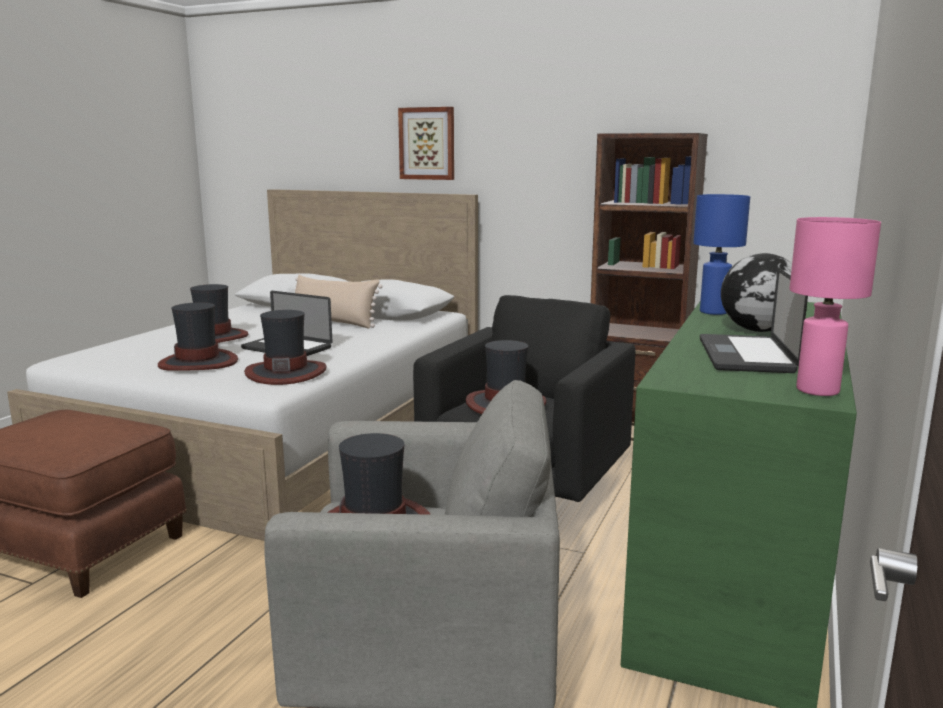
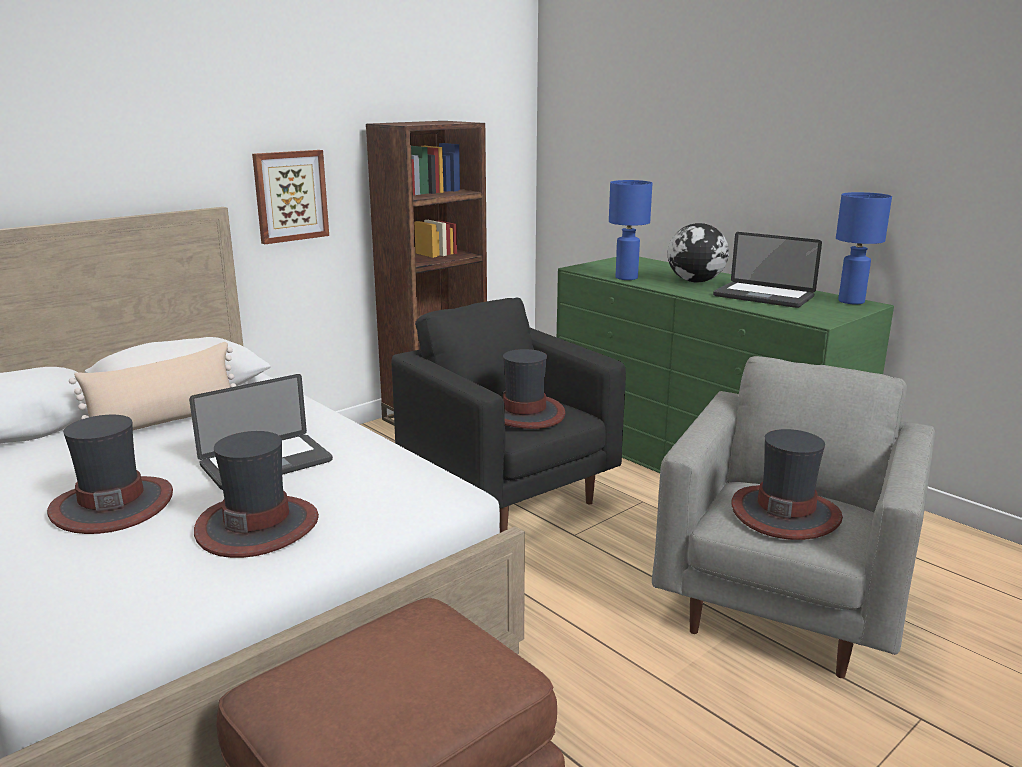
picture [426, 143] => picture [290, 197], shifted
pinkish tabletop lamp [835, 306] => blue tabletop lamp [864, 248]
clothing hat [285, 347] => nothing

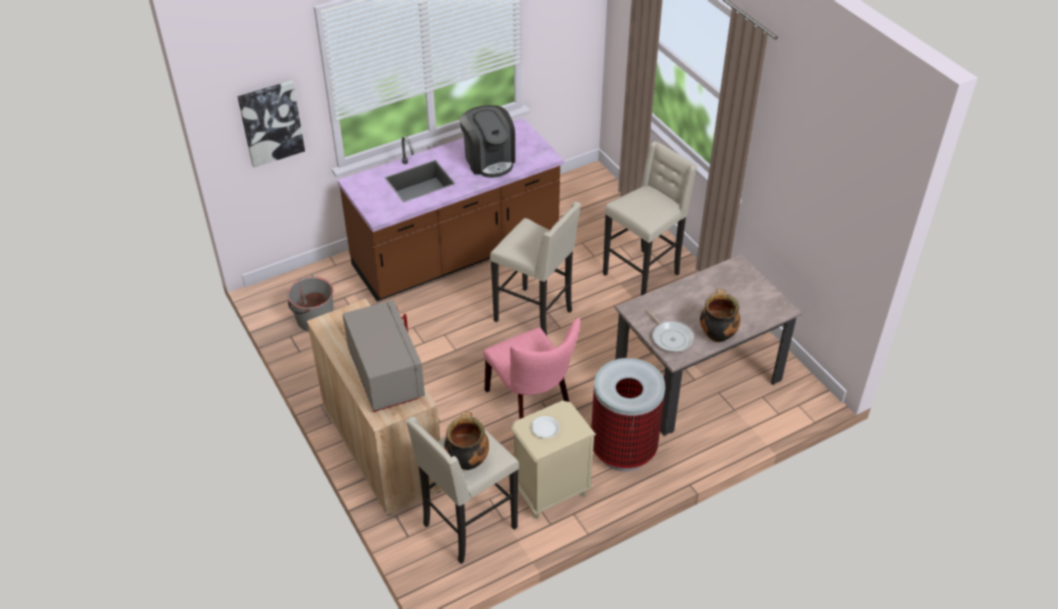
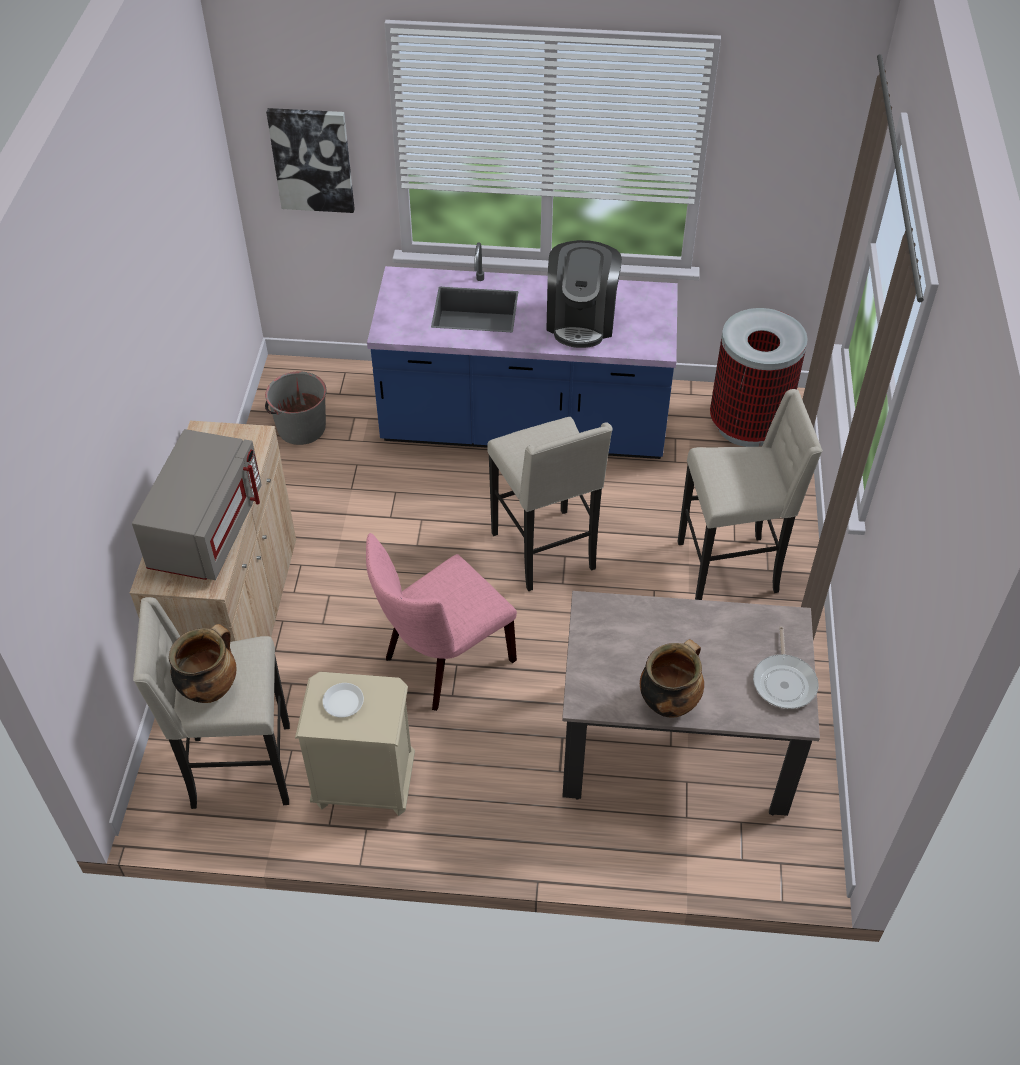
pinkish upright chair [532, 368] => pinkish upright chair [441, 622], 45 degrees clockwise
brown kitchen counter [451, 210] => blue kitchen counter [522, 350]
waste bin [628, 414] => waste bin [759, 377], shifted
pan [670, 331] => pan [786, 667], shifted

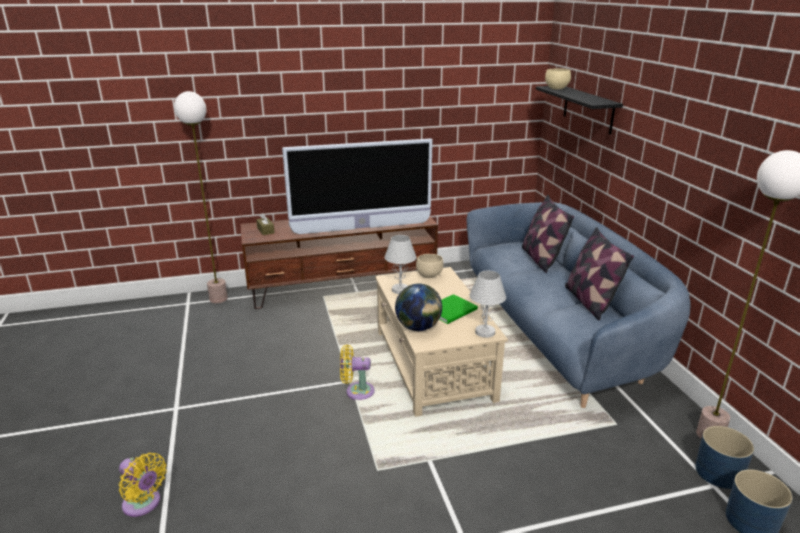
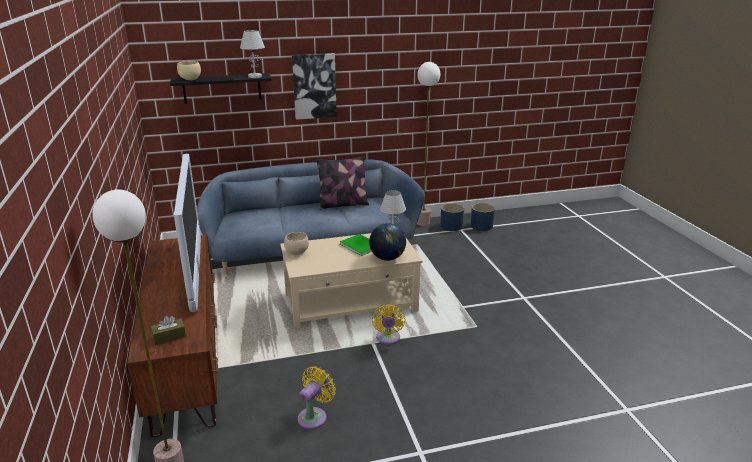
white-coloured tabletop lamp [400, 264] => white-coloured tabletop lamp [252, 54], shifted
nothing => picture [314, 86]
yellow-coloured fan [143, 485] => yellow-coloured fan [316, 398], shifted
throw pillow [548, 234] => nothing

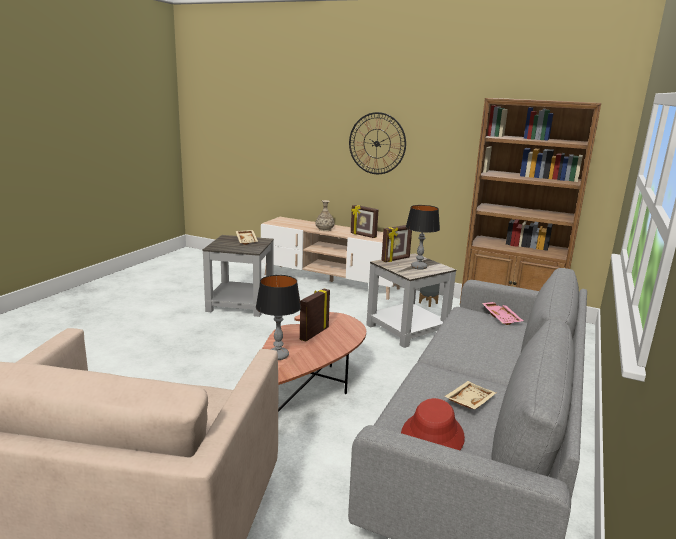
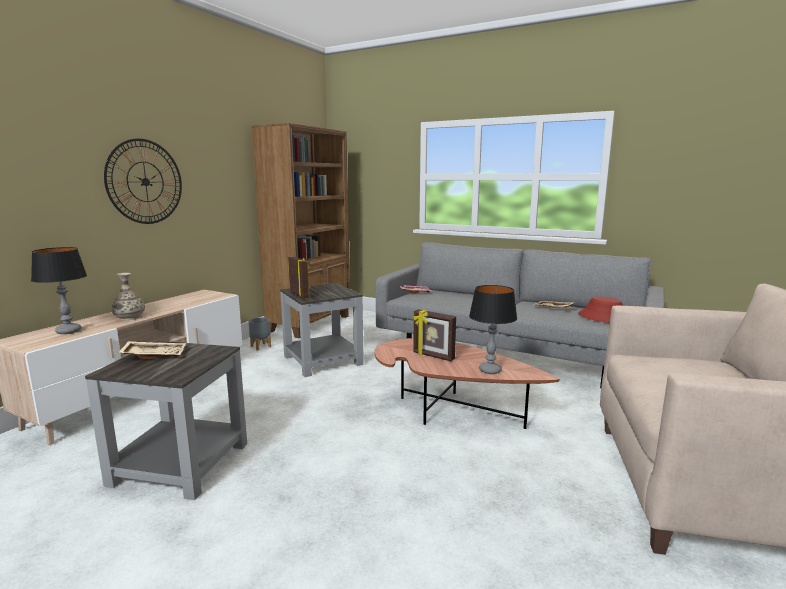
tabletop lamp [423, 237] => tabletop lamp [59, 290], shifted
standing frame [365, 221] => nothing

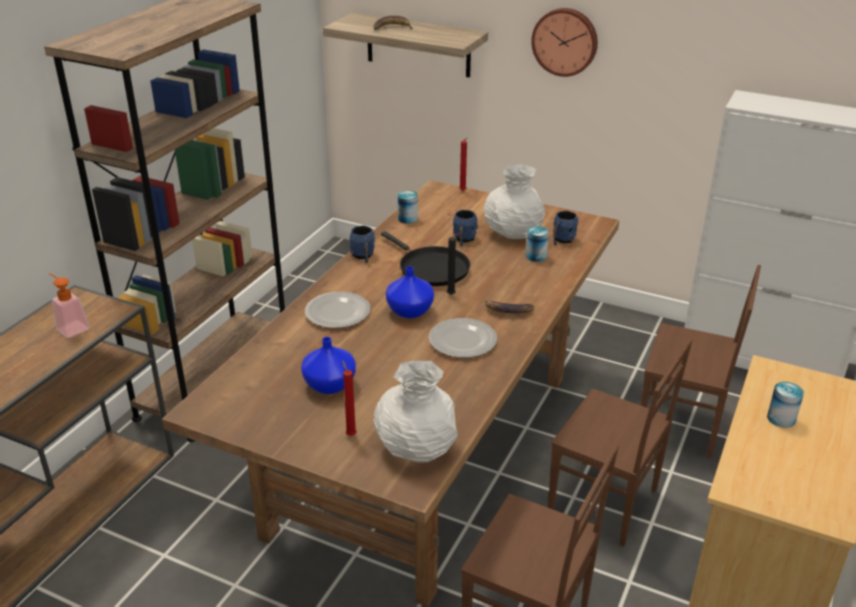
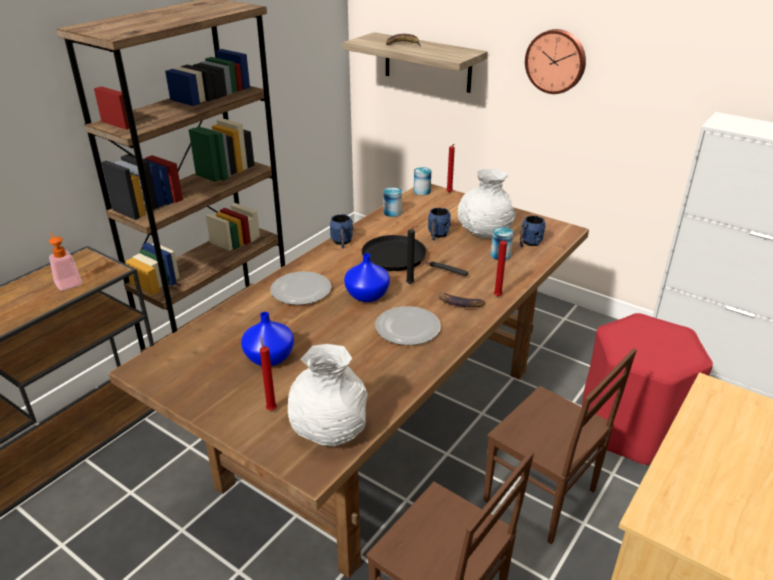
black pan [425, 258] => black pan [415, 255], 150 degrees clockwise
metal can [785, 405] => metal can [422, 181], shifted
nothing => red-coloured candle [500, 267]
brown upright chair [701, 362] => red-coloured stool seat [647, 389]

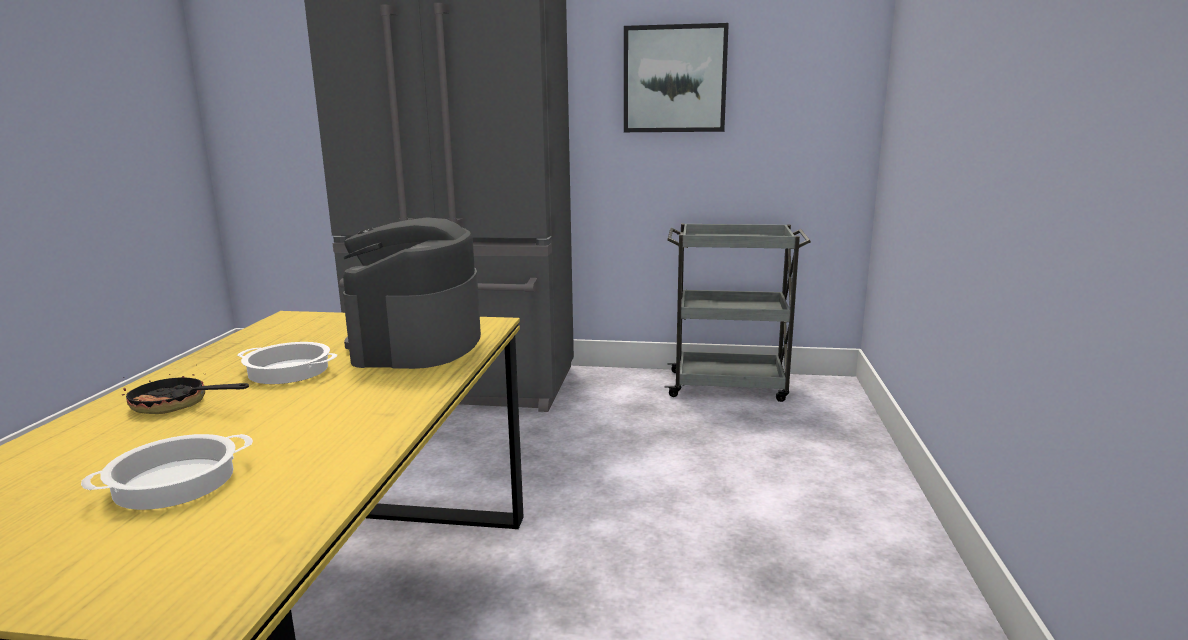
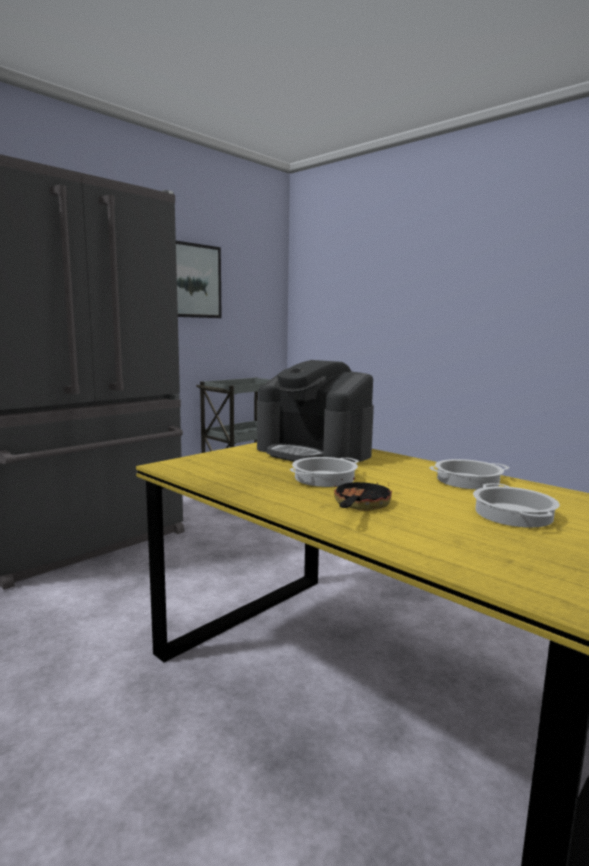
pan [185, 393] => pan [363, 490], 150 degrees clockwise
nothing => saucepot [470, 474]

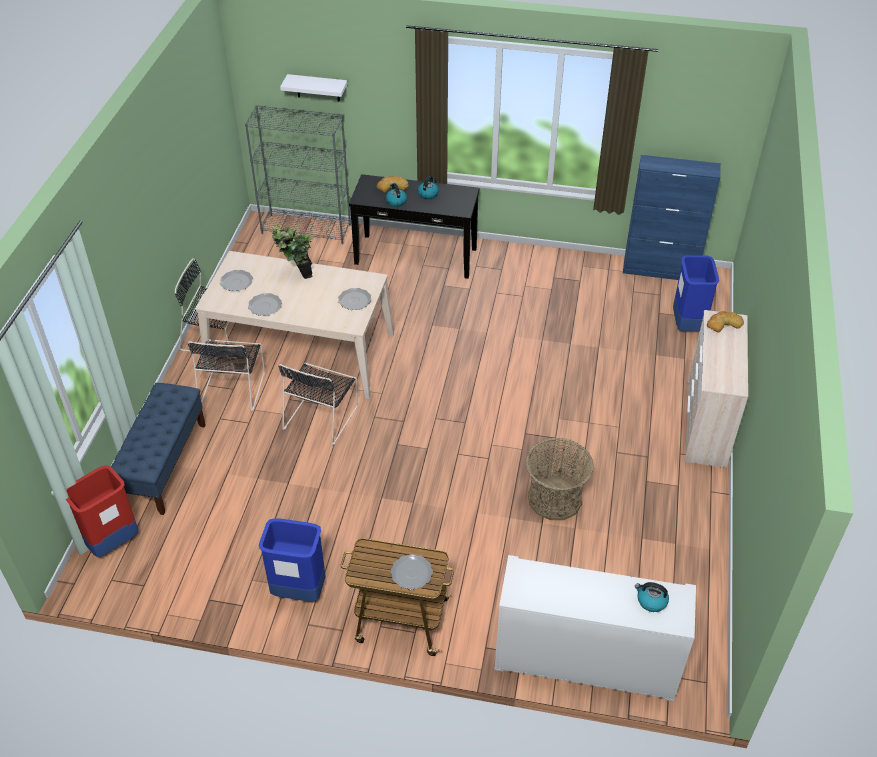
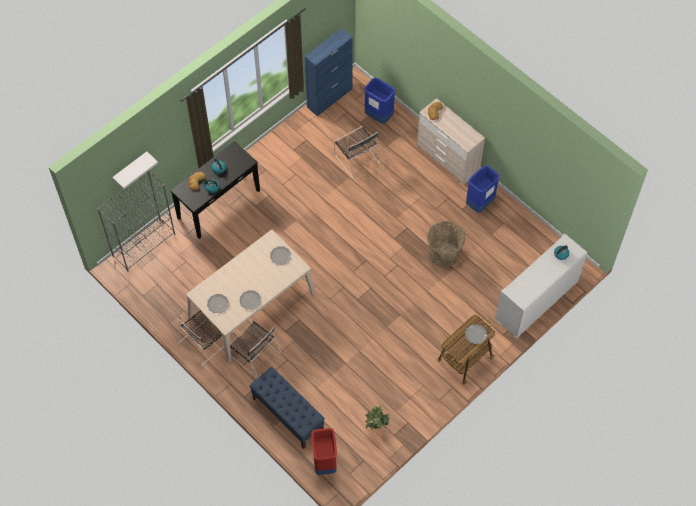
black upright chair [318, 404] => black upright chair [357, 152], shifted
potted plant [293, 251] => potted plant [377, 418], shifted
blue waste bin [292, 559] => blue waste bin [483, 189], shifted

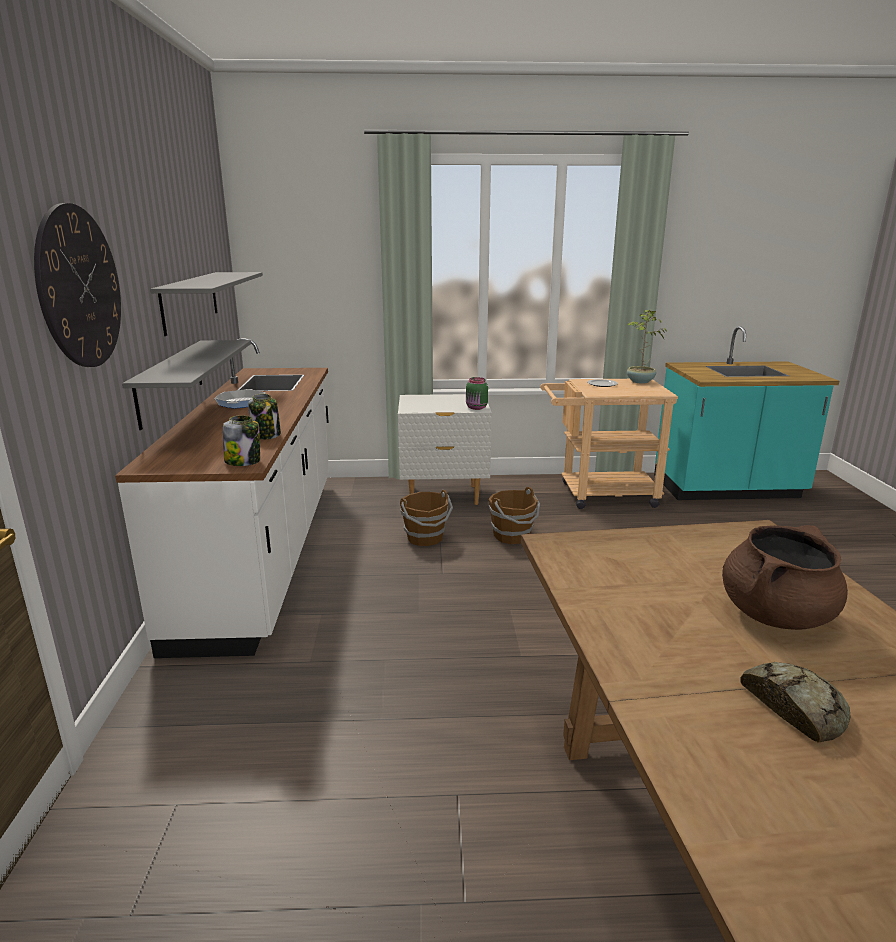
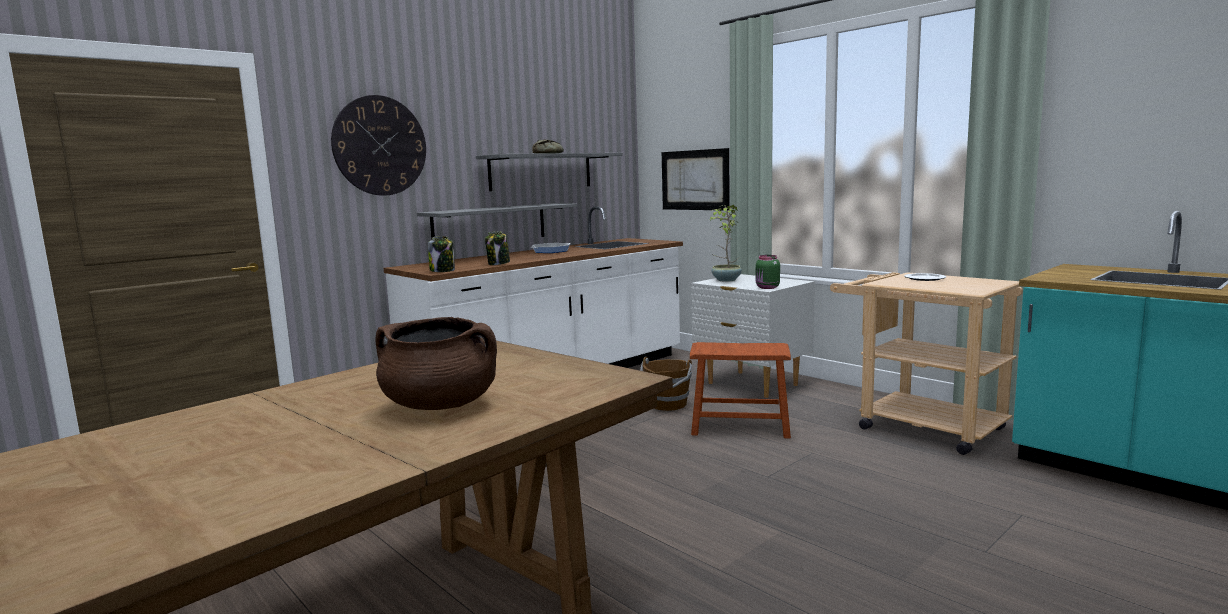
baked bread [795, 702] => baked bread [548, 147], shifted
nothing => picture [696, 179]
brown pail [514, 515] => brown stool seat [740, 390]
potted plant [647, 347] => potted plant [725, 243], shifted

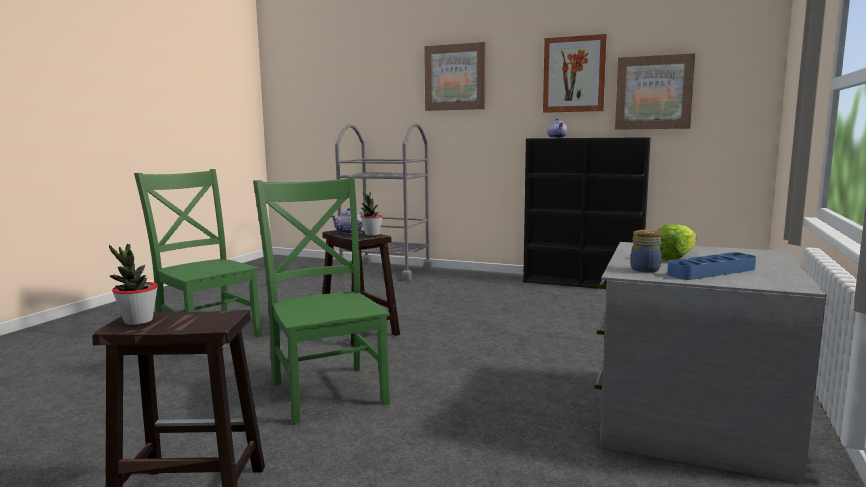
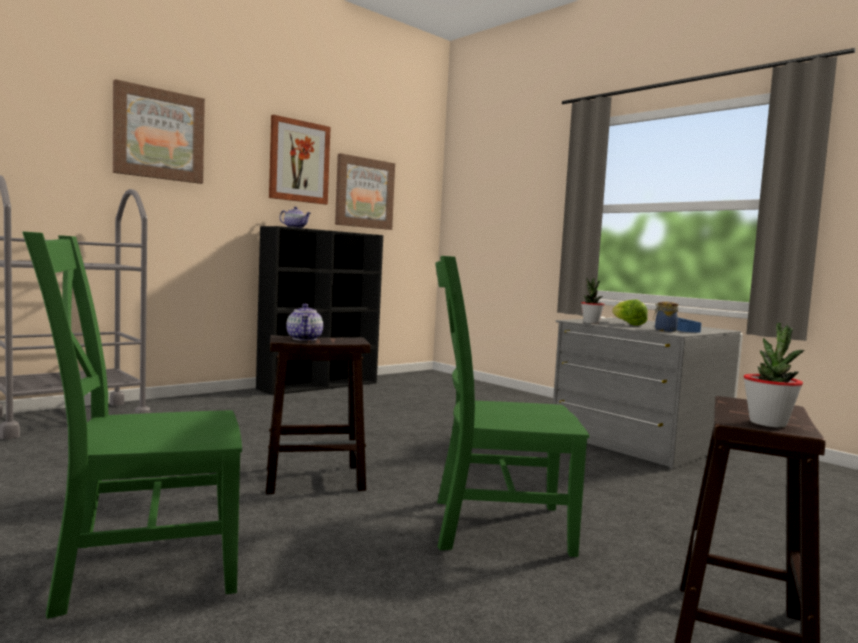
potted plant [372, 214] => potted plant [593, 301], shifted

